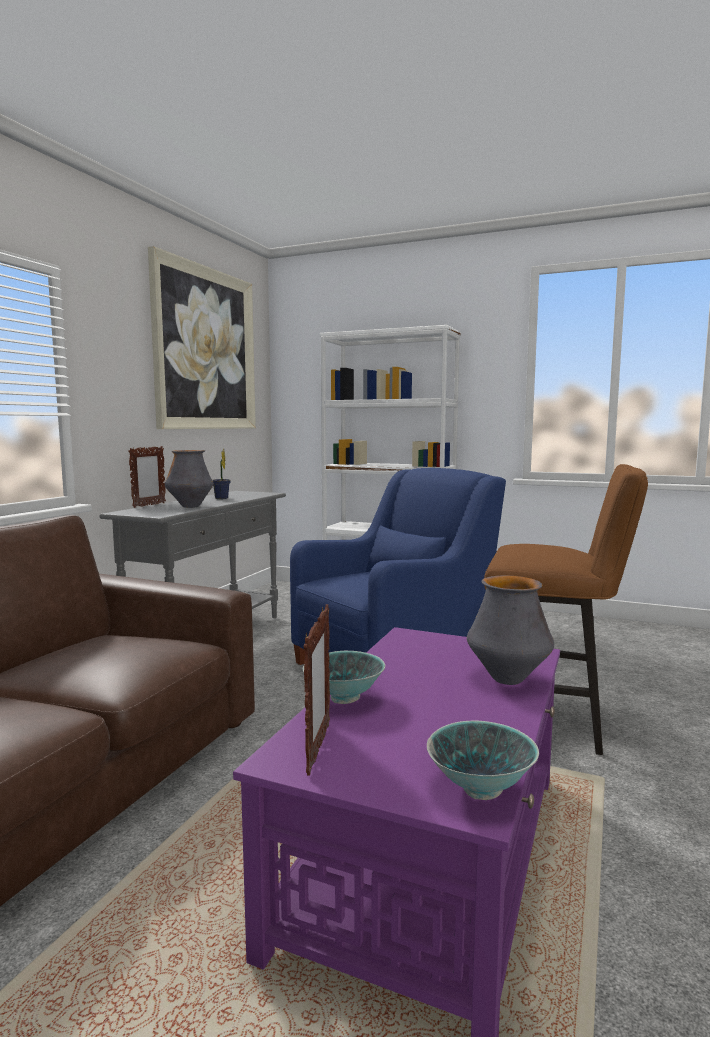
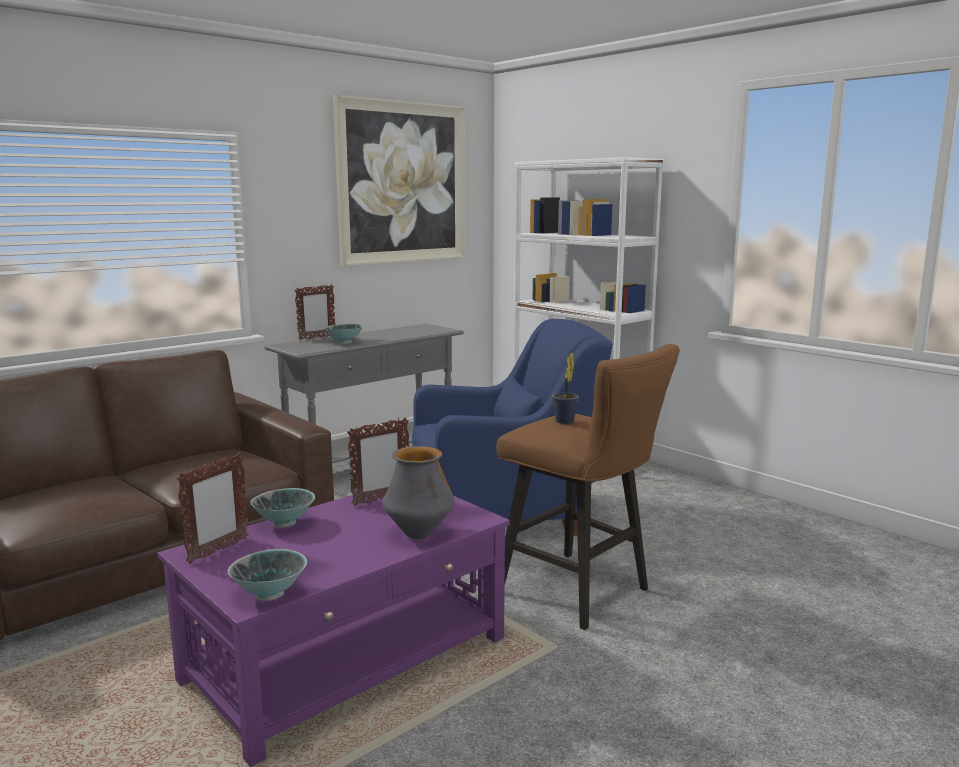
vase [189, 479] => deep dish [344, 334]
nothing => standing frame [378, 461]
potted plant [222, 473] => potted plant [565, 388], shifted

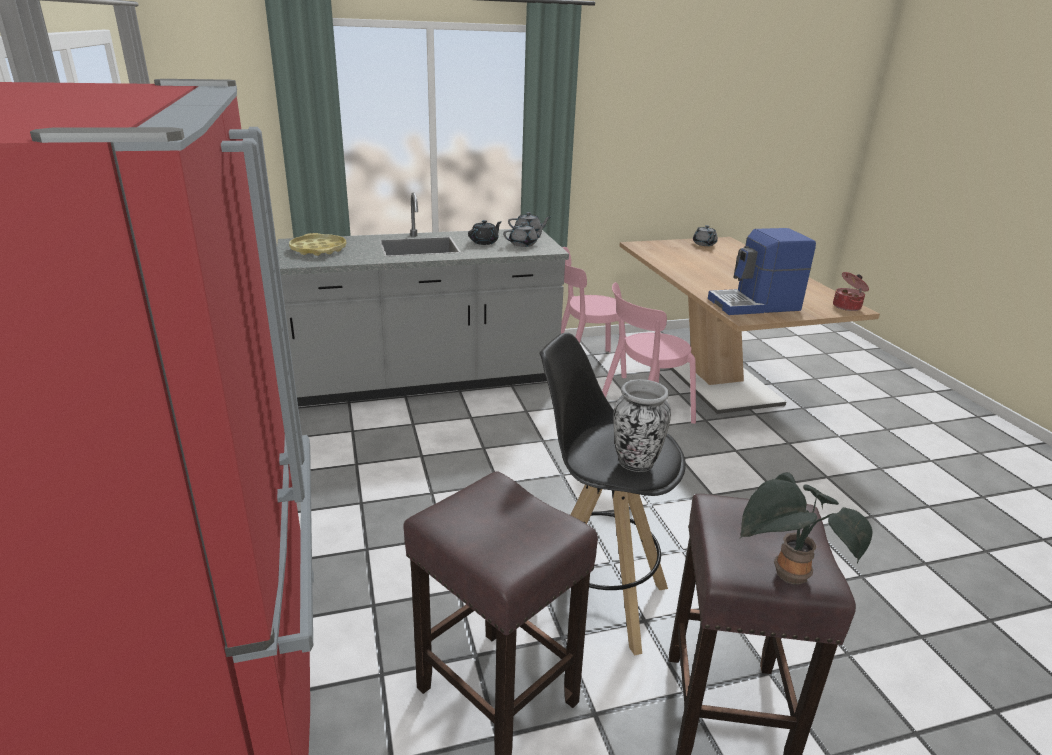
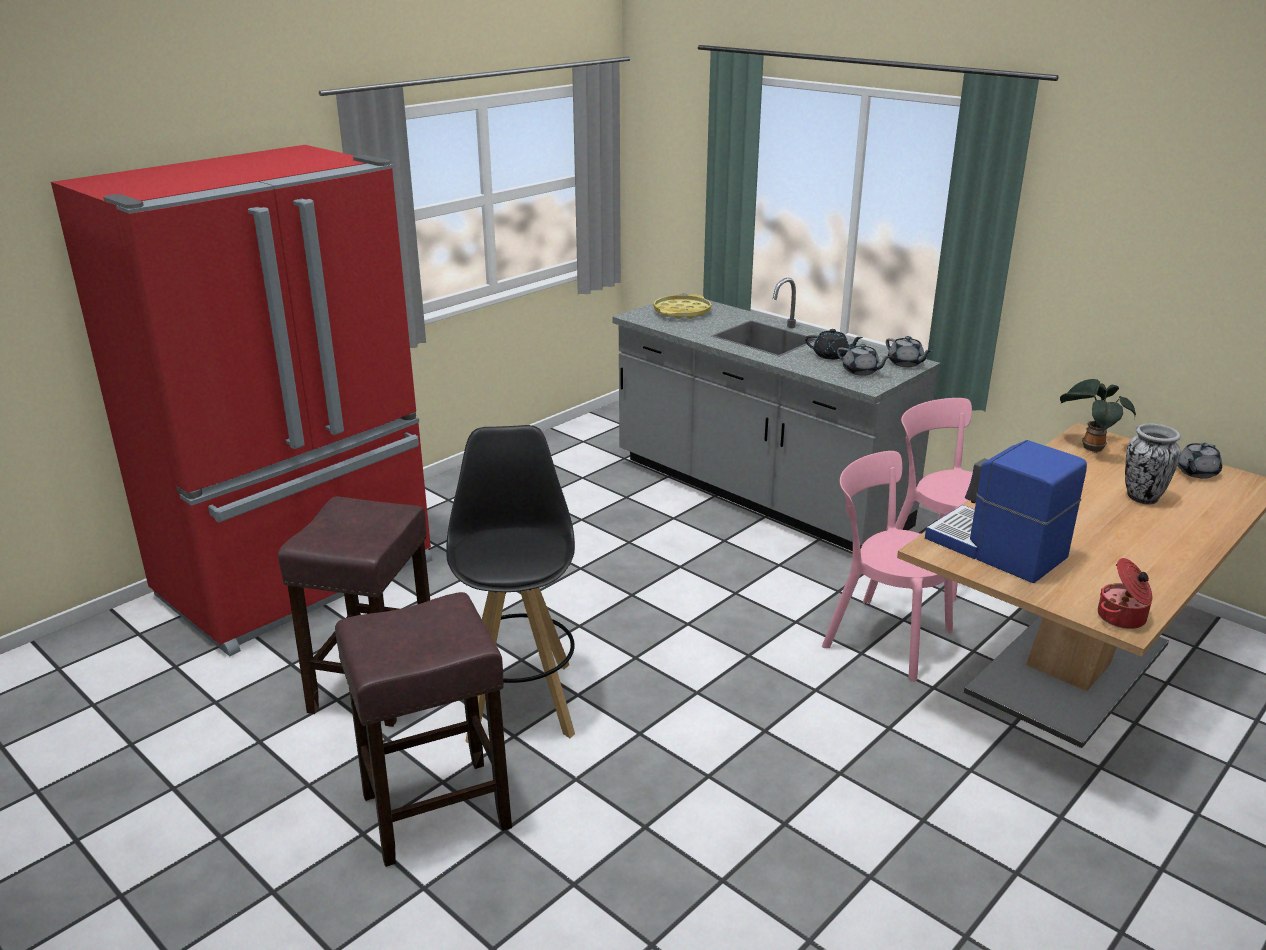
potted plant [806, 528] => potted plant [1098, 416], shifted
vase [642, 425] => vase [1153, 464], shifted

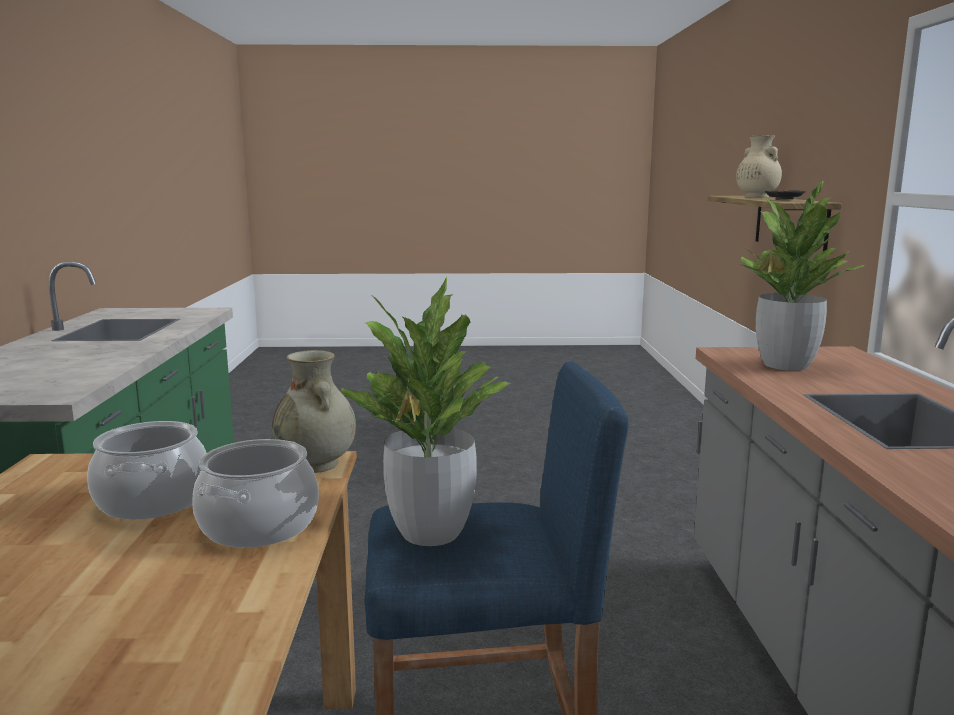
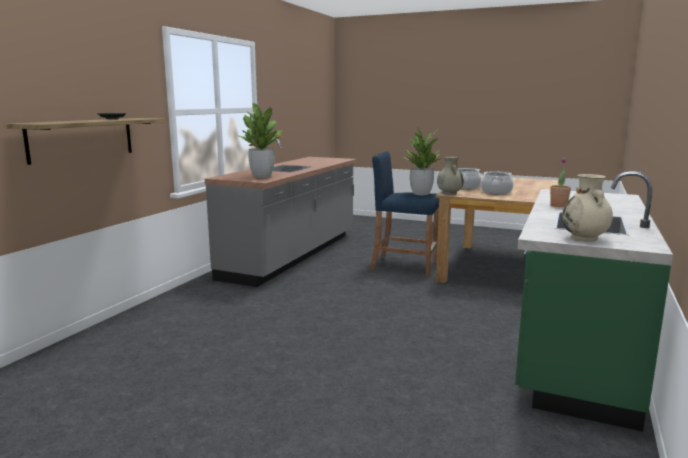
nothing => potted plant [560, 182]
beige-coloured vase [759, 166] => beige-coloured vase [587, 208], shifted

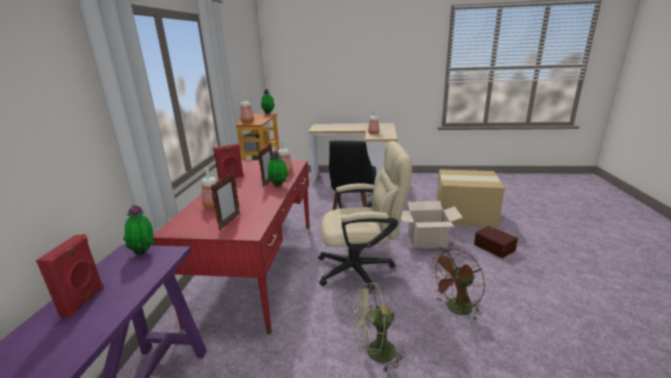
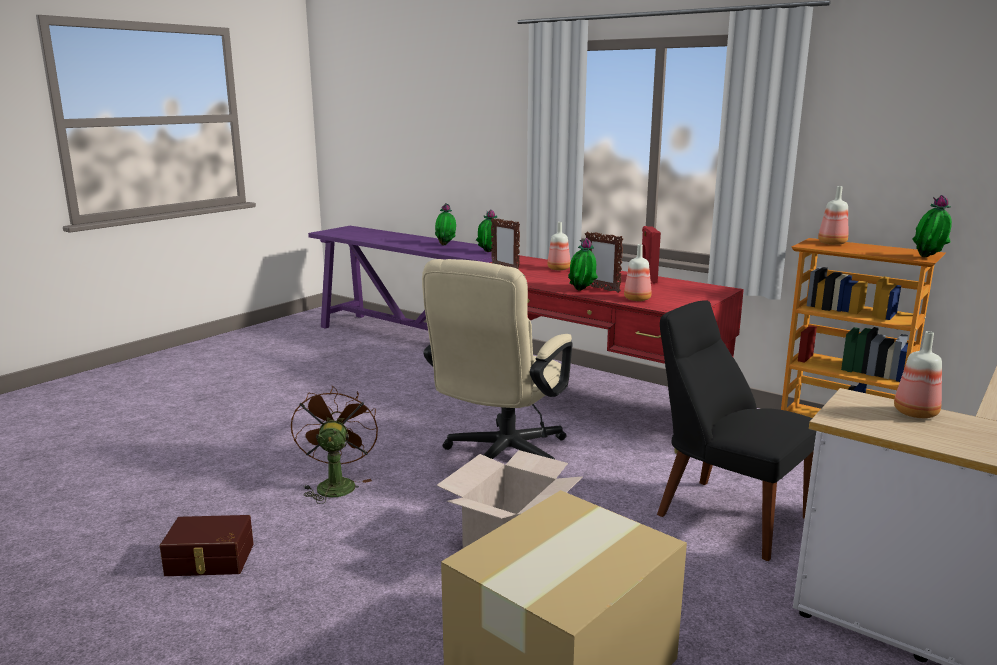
brown storage bin [496, 242] => brown storage bin [207, 545], shifted
red-coloured loudspeaker [70, 276] => potted plant [445, 224]
green-coloured fan [379, 328] => nothing

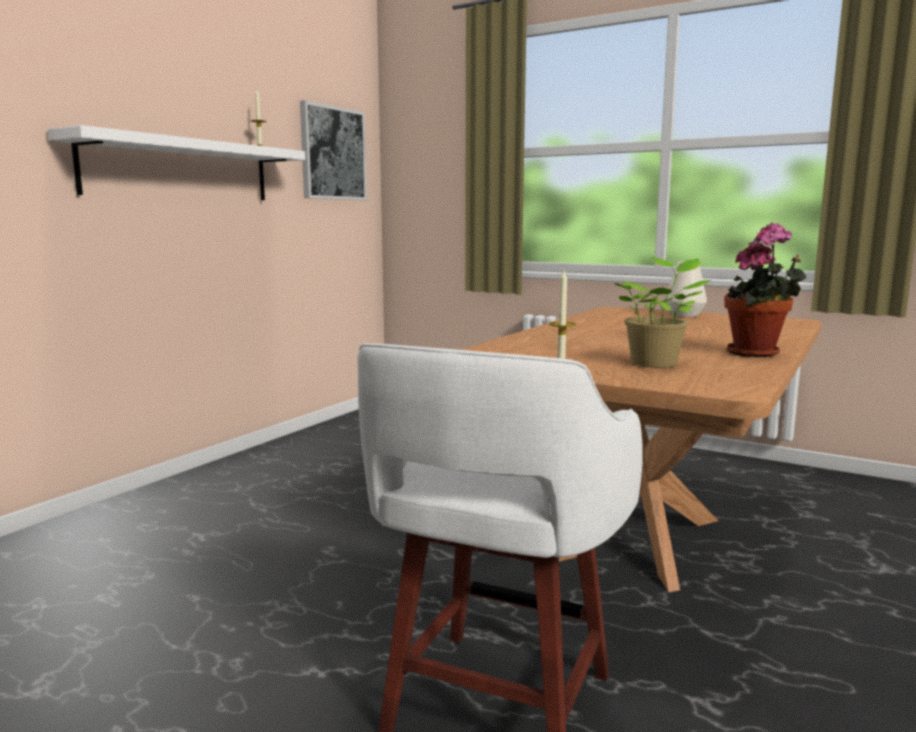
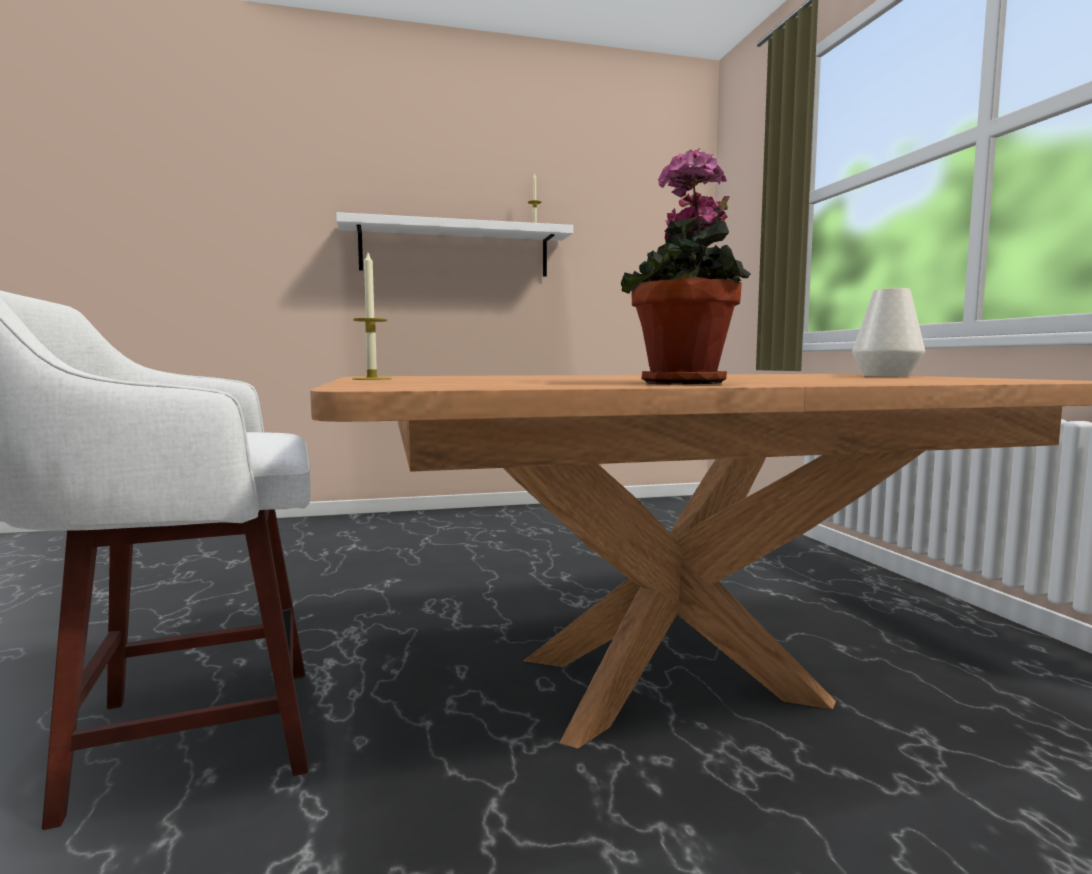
picture [333, 150] => nothing
potted plant [662, 312] => nothing

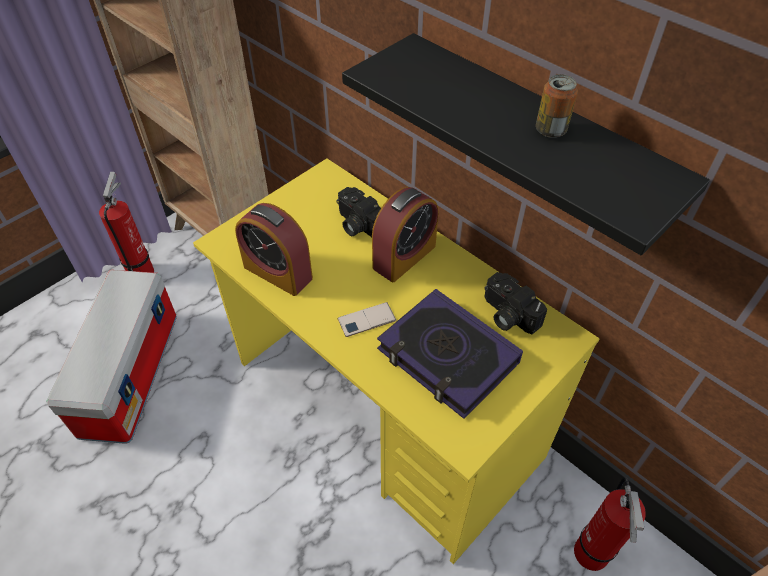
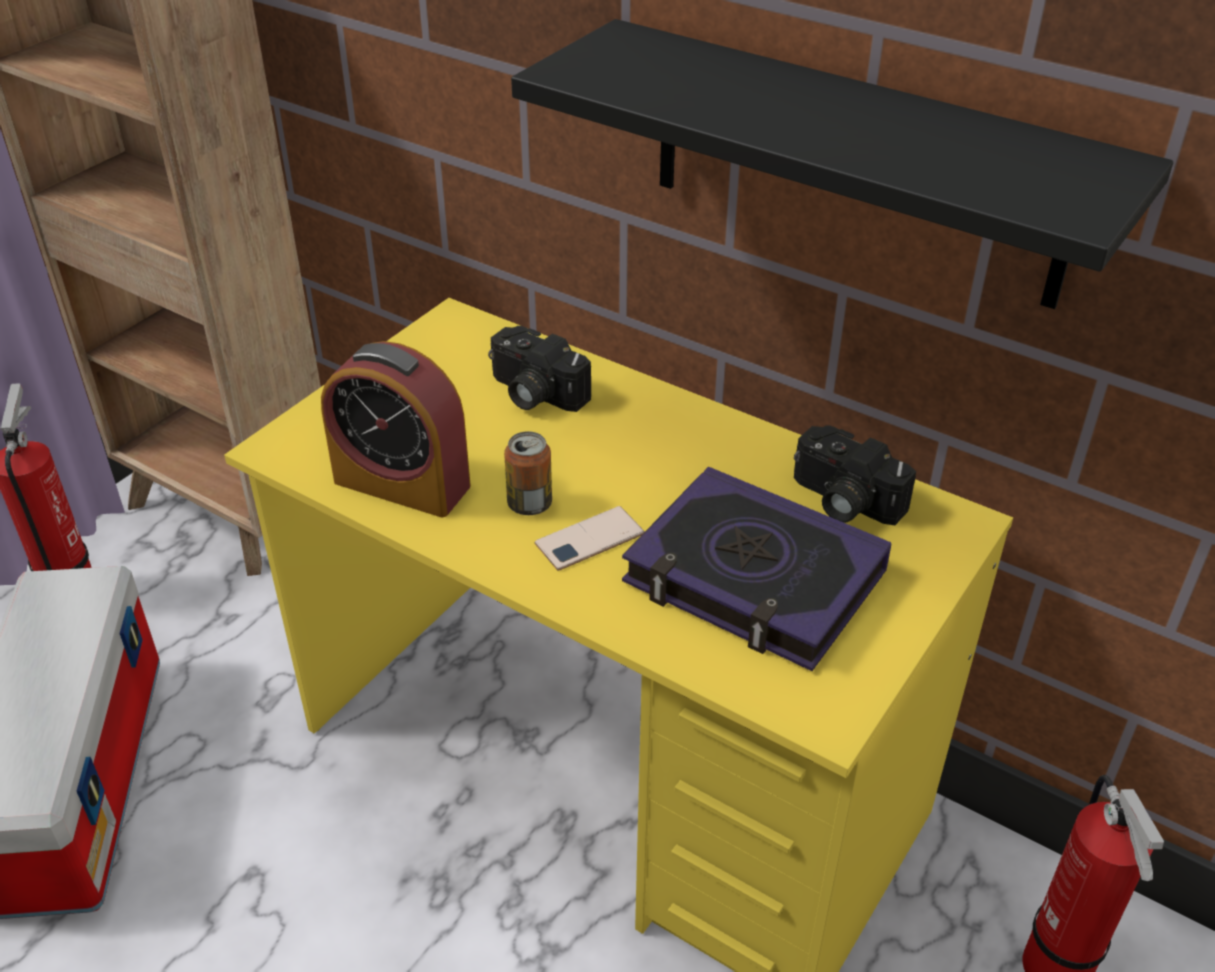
metal can [557, 106] => metal can [528, 473], shifted
table clock [405, 234] => nothing

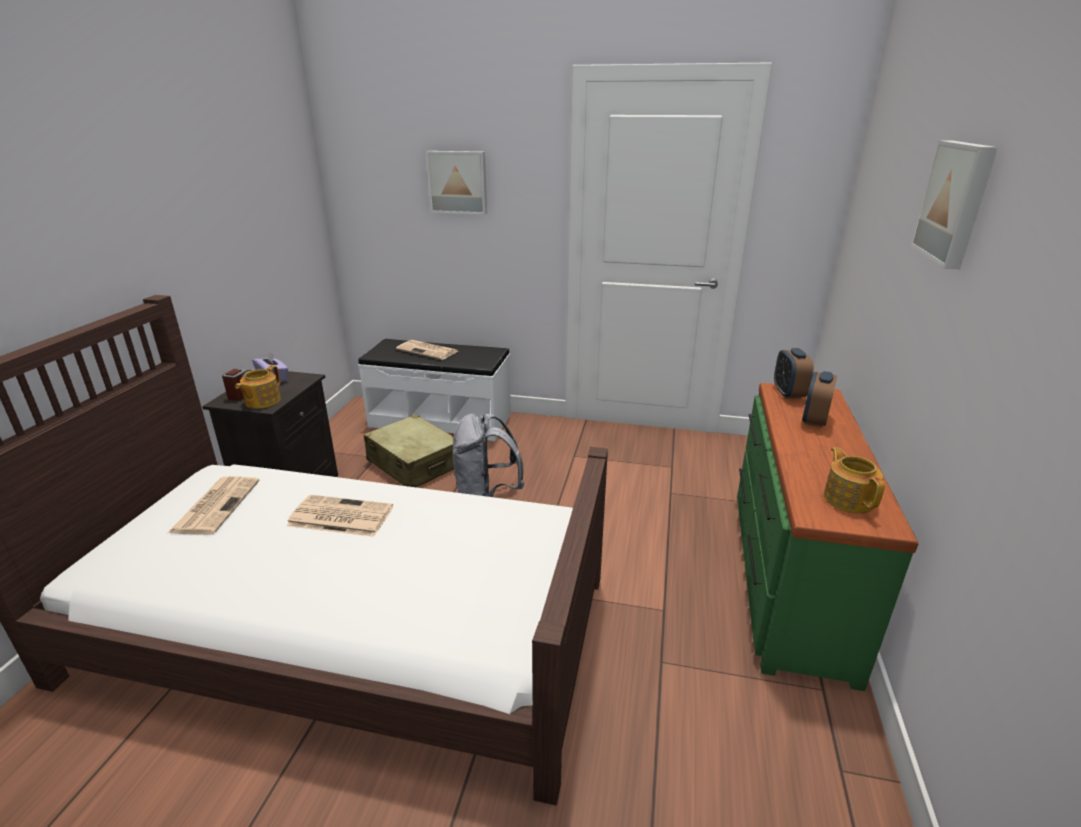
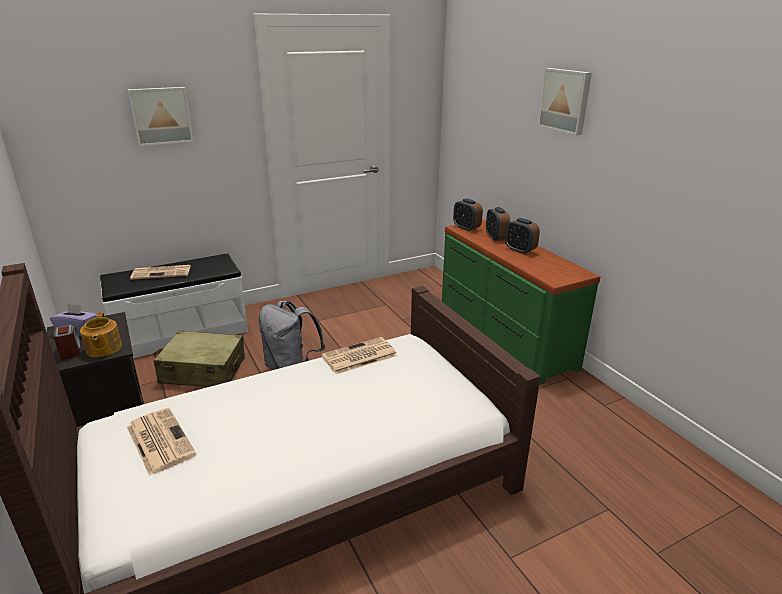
daily paper [340, 516] => daily paper [360, 355], shifted
nothing => table clock [522, 236]
teapot [854, 480] => nothing

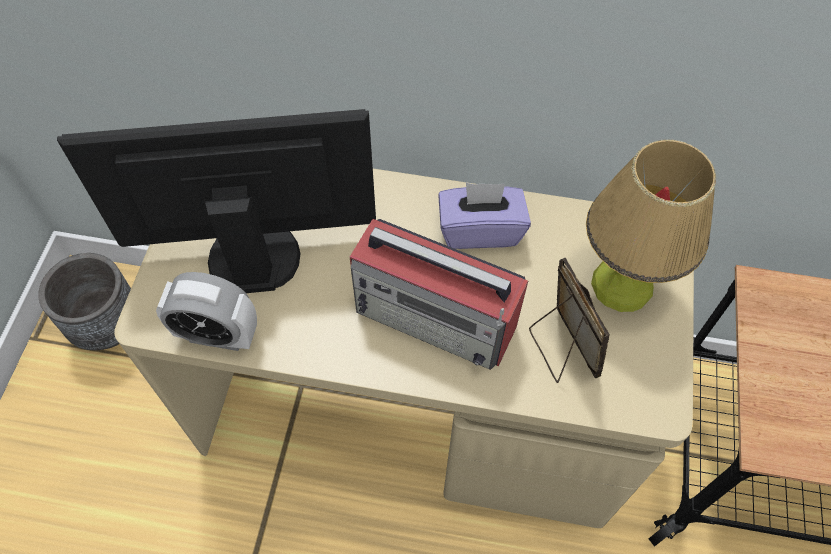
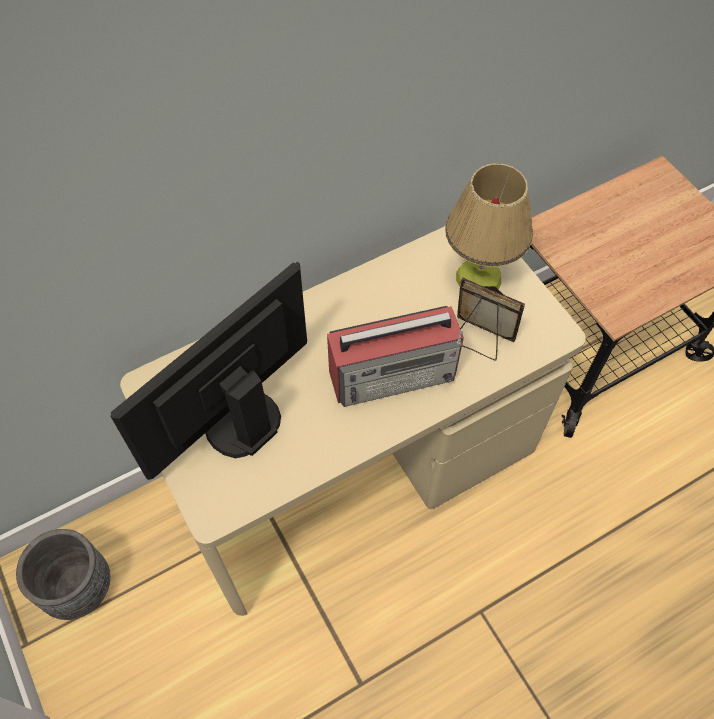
table clock [206, 311] => nothing
purplish tissue holder [484, 216] => nothing

